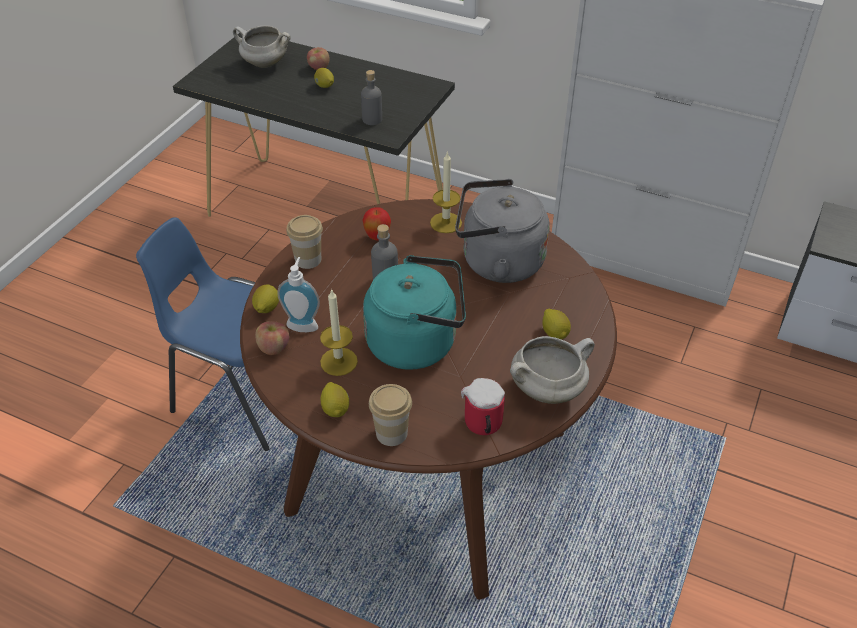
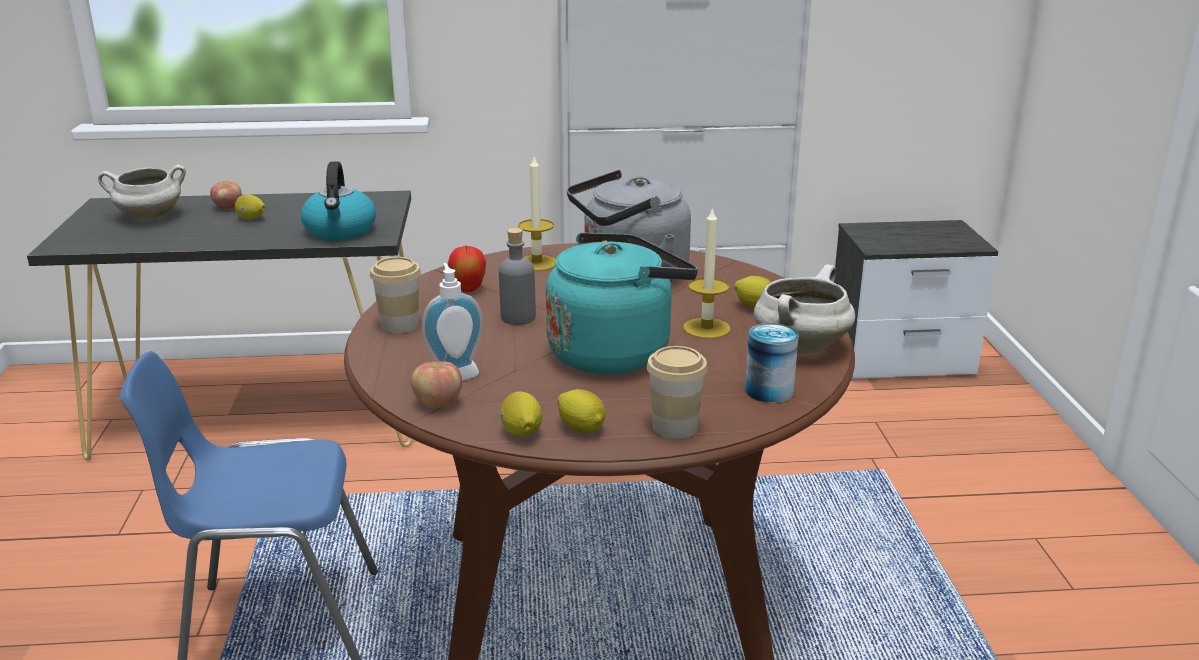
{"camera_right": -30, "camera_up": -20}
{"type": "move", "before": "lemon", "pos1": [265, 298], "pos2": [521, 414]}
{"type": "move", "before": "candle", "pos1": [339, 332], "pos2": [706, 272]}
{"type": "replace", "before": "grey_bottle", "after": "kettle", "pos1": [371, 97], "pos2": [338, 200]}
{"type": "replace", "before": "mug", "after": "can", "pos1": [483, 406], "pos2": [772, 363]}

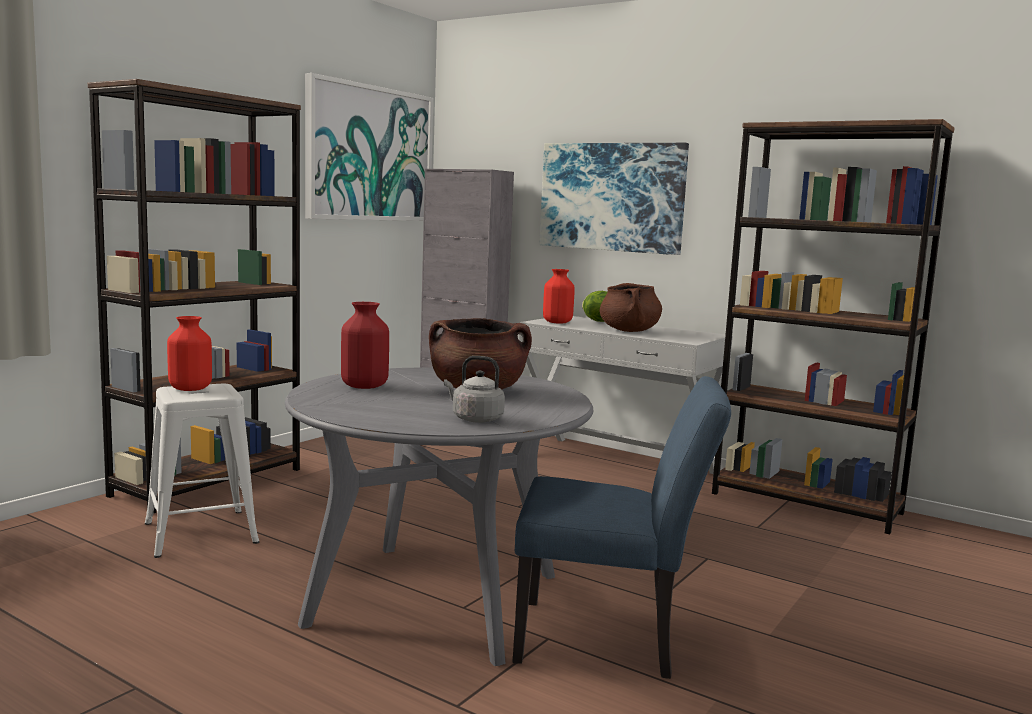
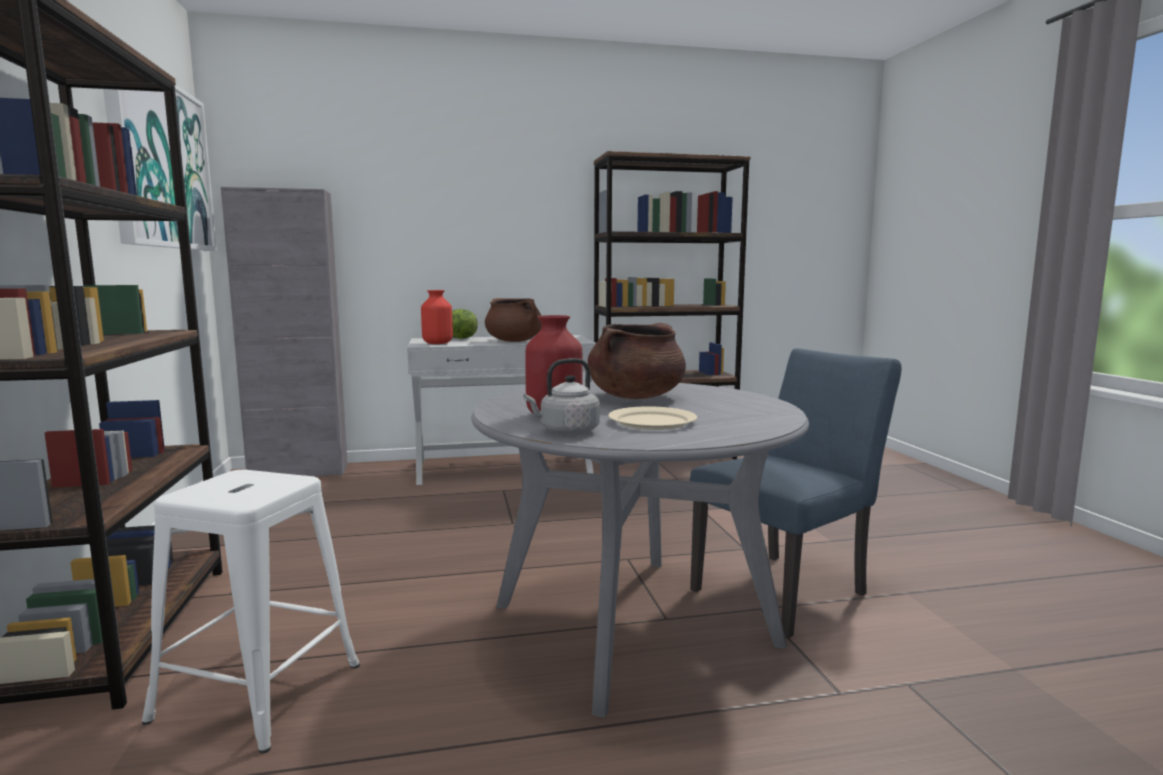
{"camera_right": -45, "camera_up": 0}
{"type": "delete", "before": "red_vase", "pos1": [189, 353]}
{"type": "delete", "before": "picture", "pos1": [614, 199]}
{"type": "insert", "after": "beige_plate", "pos2": [652, 418]}
{"type": "move", "before": "grey_kettle", "pos1": [474, 389], "pos2": [561, 396]}

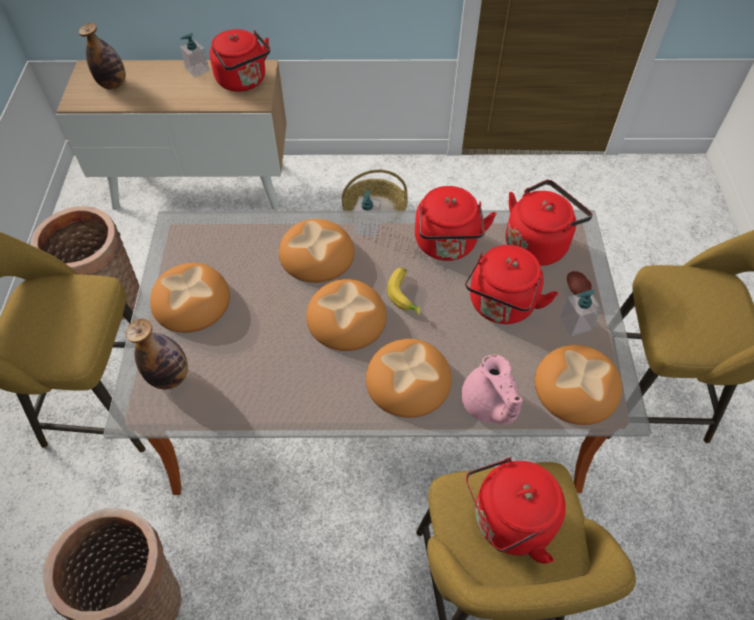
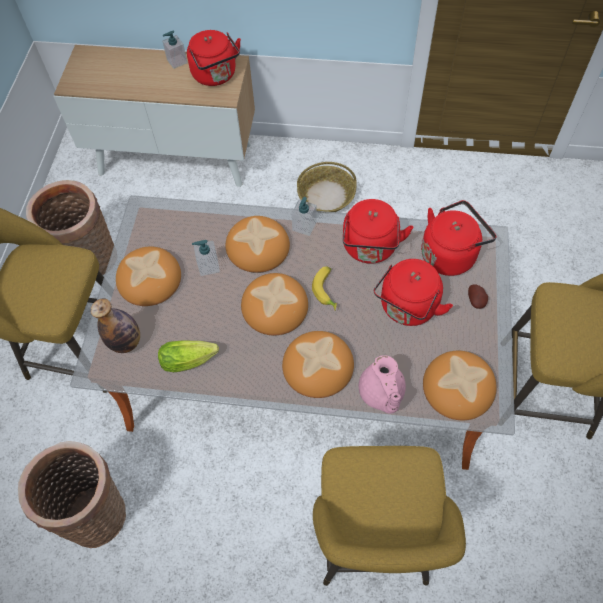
{"camera_right": 10, "camera_up": 5}
{"type": "delete", "before": "bottle", "pos1": [102, 56]}
{"type": "delete", "before": "red_kettle", "pos1": [516, 510]}
{"type": "insert", "after": "lettuce", "pos2": [188, 356]}
{"type": "move", "before": "soap_dispenser", "pos1": [581, 312], "pos2": [206, 258]}

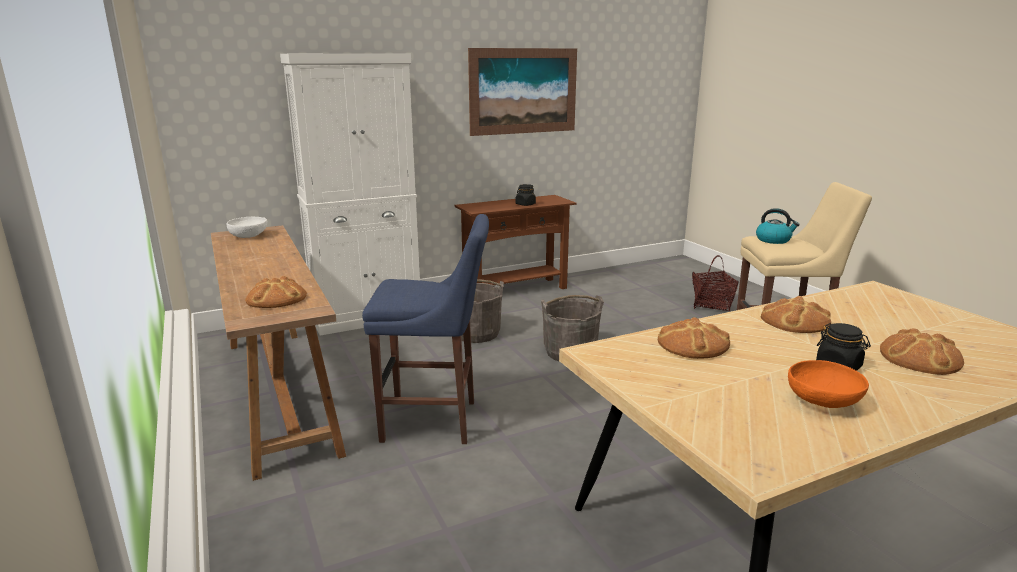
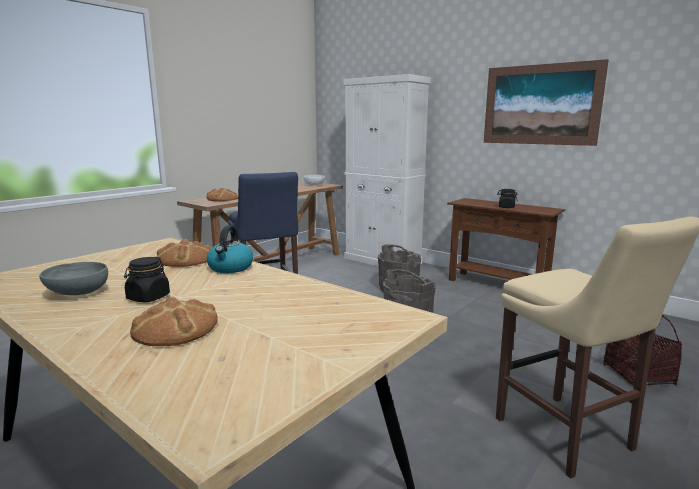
{"camera_right": 65, "camera_up": -5}
{"type": "delete", "before": "bread", "pos1": [796, 314]}
{"type": "move", "before": "kettle", "pos1": [778, 226], "pos2": [230, 249]}
{"type": "recolor", "before": "orange_bowl", "after": "grey_bowl", "pos1": [828, 384], "pos2": [74, 278]}

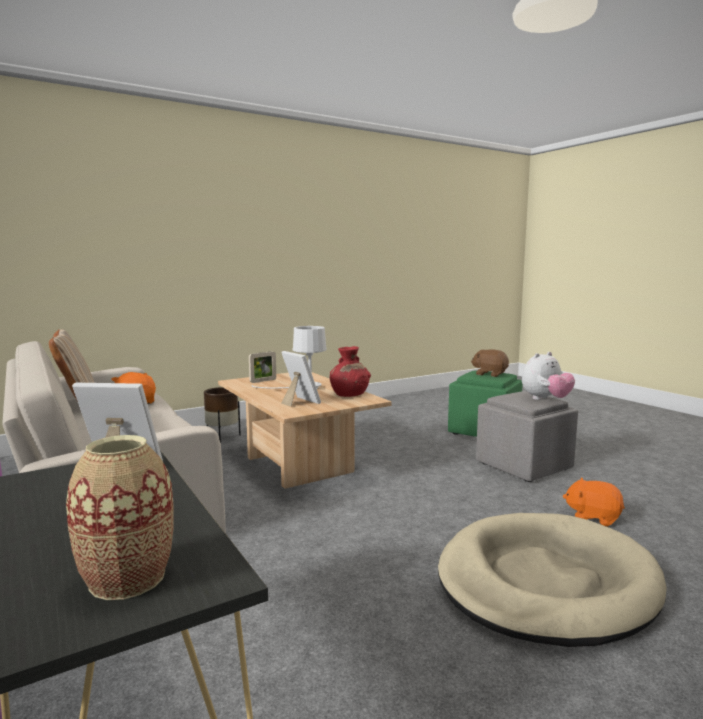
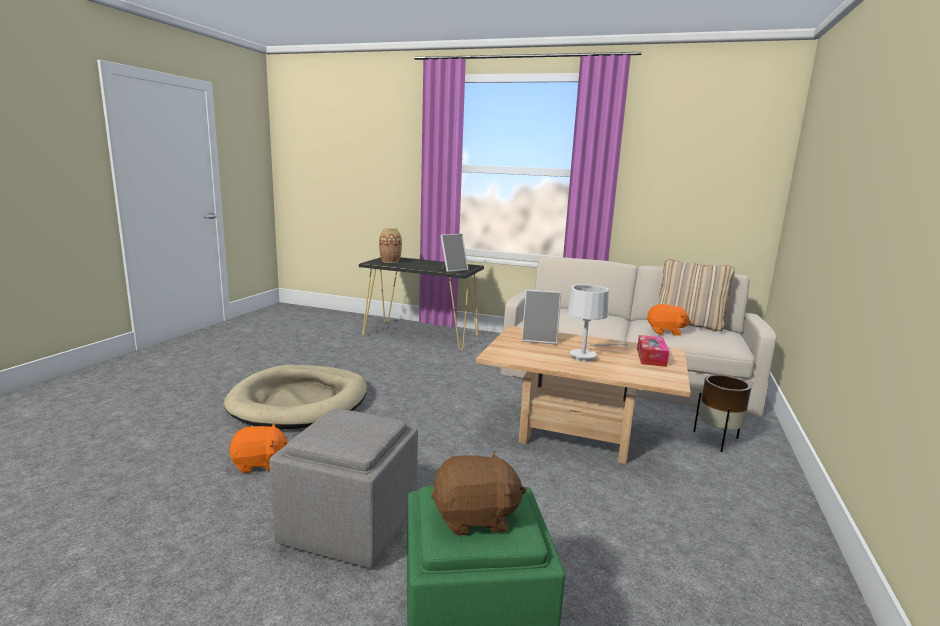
{"camera_right": 140, "camera_up": 5}
{"type": "delete", "before": "red_vase", "pos1": [350, 371]}
{"type": "delete", "before": "plush_toy", "pos1": [548, 376]}
{"type": "replace", "before": "picture_frame", "after": "tissue_box", "pos1": [262, 367], "pos2": [653, 351]}

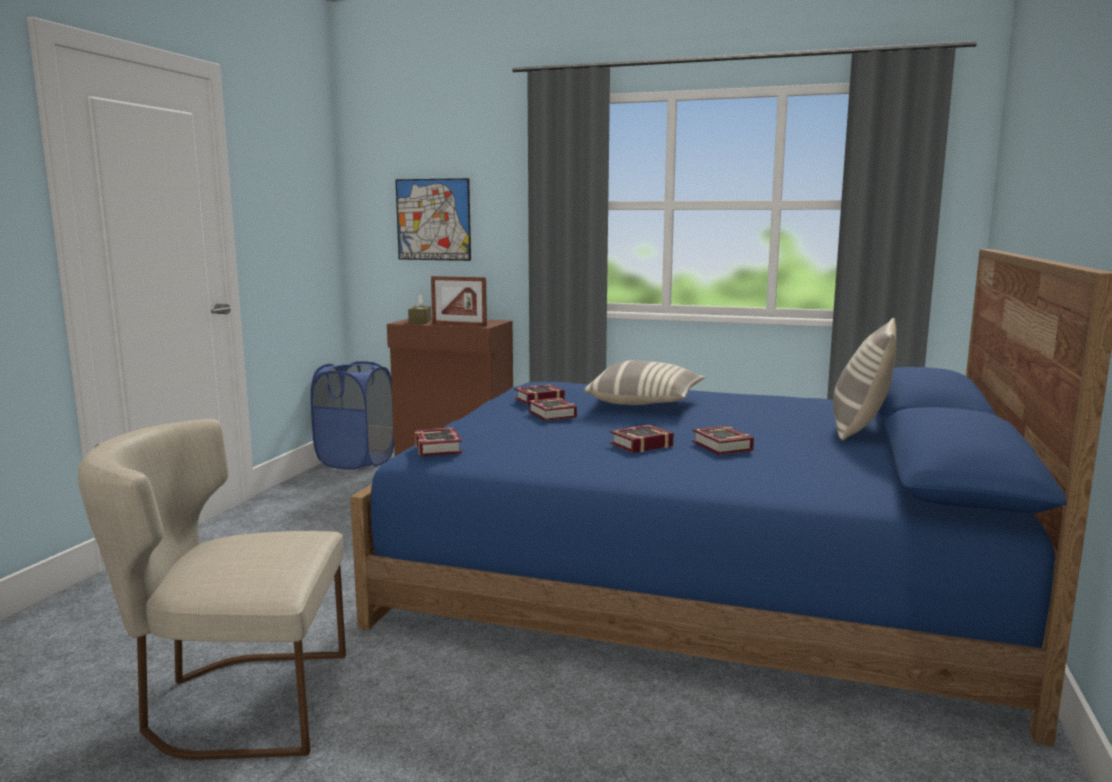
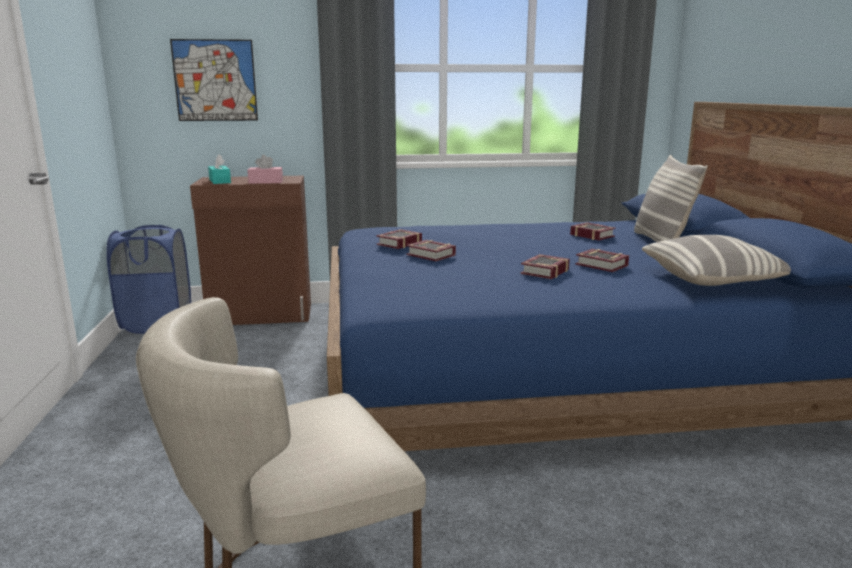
{"camera_right": -25, "camera_up": 5}
{"type": "move", "before": "book", "pos1": [438, 442], "pos2": [593, 231]}
{"type": "move", "before": "pillow", "pos1": [644, 382], "pos2": [716, 260]}
{"type": "replace", "before": "picture_frame", "after": "pink_tissue_box", "pos1": [459, 301], "pos2": [265, 169]}
{"type": "recolor", "before": "brown_tissue_box", "after": "turquoise_tissue_box", "pos1": [420, 309], "pos2": [219, 169]}

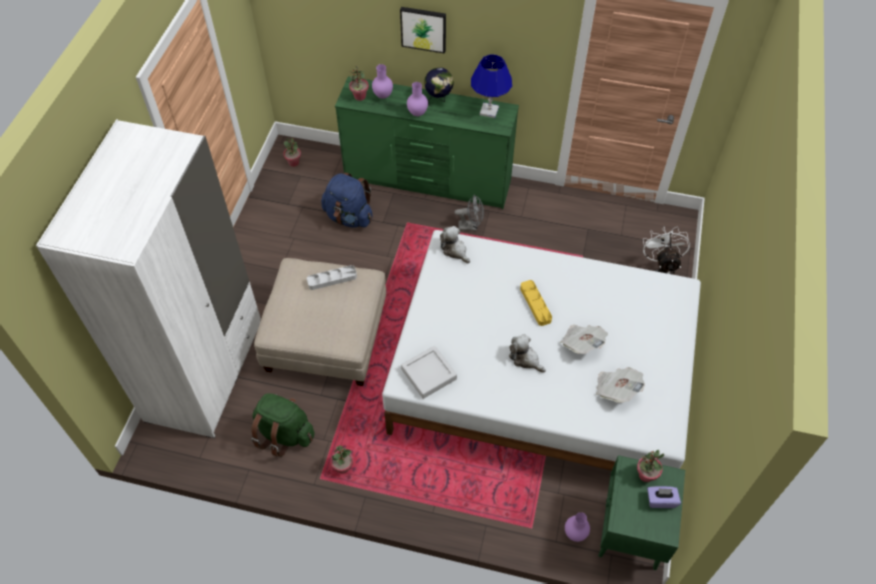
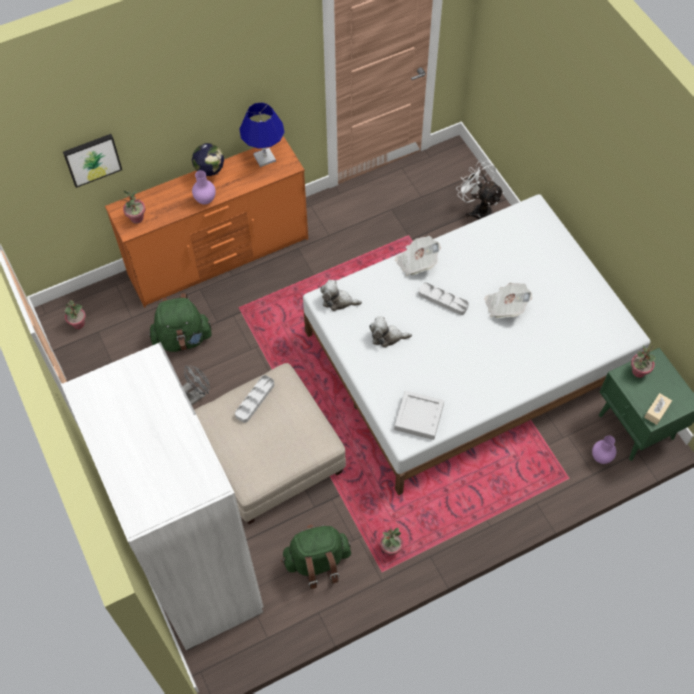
{"camera_right": -40, "camera_up": 5}
{"type": "delete", "before": "purple_vase", "pos1": [382, 81]}
{"type": "delete", "before": "purple_tissue_box", "pos1": [664, 497]}
{"type": "insert", "after": "beige_tissue_box", "pos2": [658, 409]}
{"type": "move", "before": "picture", "pos1": [423, 30], "pos2": [92, 161]}
{"type": "move", "before": "grey_fan", "pos1": [469, 212], "pos2": [196, 385]}
{"type": "move", "before": "plush_toy", "pos1": [527, 353], "pos2": [390, 332]}
{"type": "move", "before": "newspaper", "pos1": [620, 385], "pos2": [418, 256]}
{"type": "recolor", "before": "blue_backpack", "after": "green_backpack", "pos1": [347, 200], "pos2": [180, 322]}
{"type": "recolor", "before": "green_dresser", "after": "orange_dresser", "pos1": [427, 142], "pos2": [206, 222]}
{"type": "recolor", "before": "yellow_tray", "after": "grey_tray", "pos1": [536, 303], "pos2": [444, 298]}

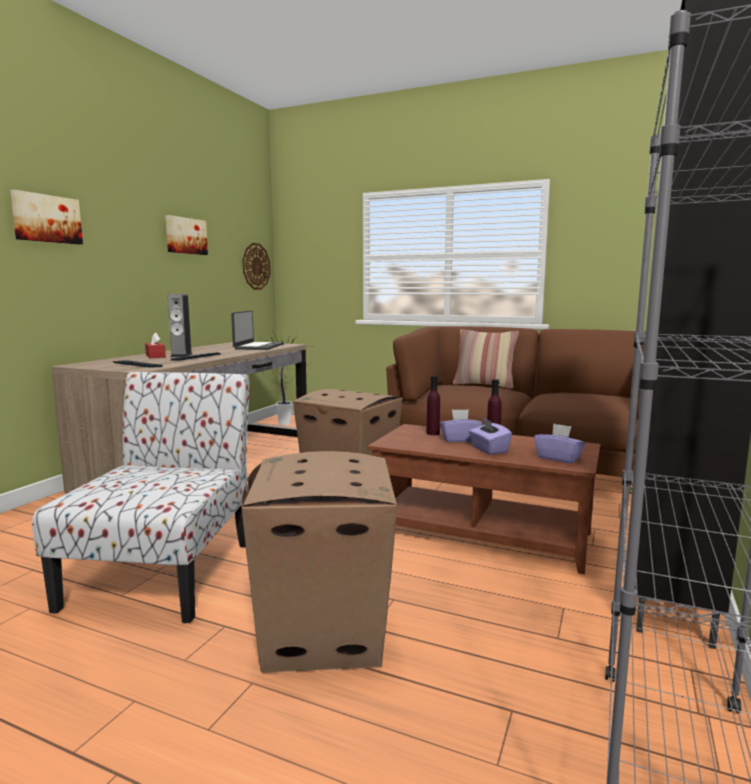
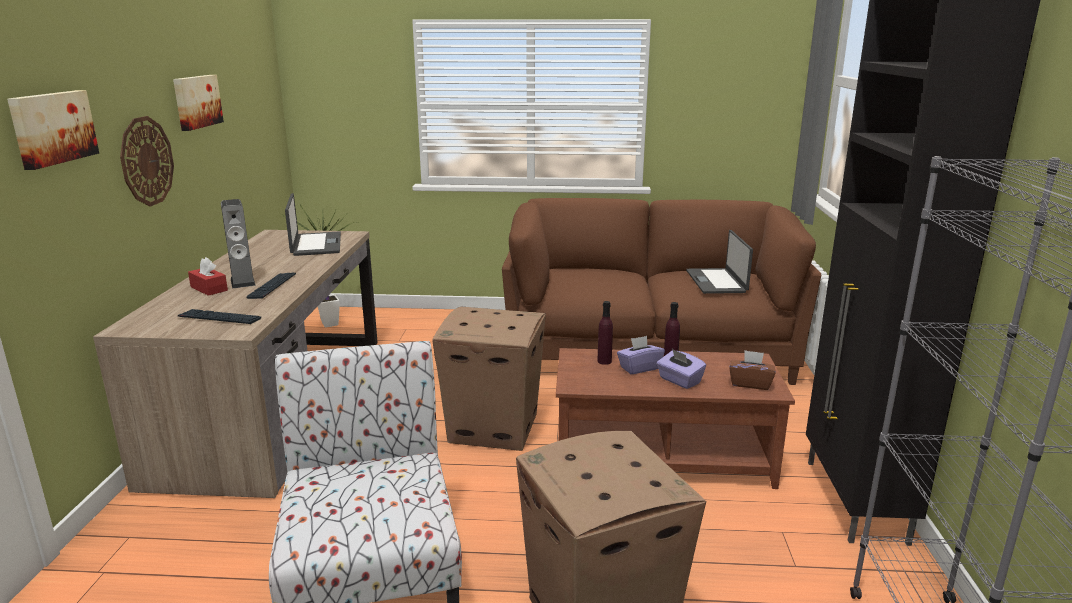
{"camera_right": -20, "camera_up": 10}
{"type": "delete", "before": "pillow", "pos1": [486, 359]}
{"type": "insert", "after": "laptop", "pos2": [719, 262]}
{"type": "move", "before": "wall_clock", "pos1": [256, 266], "pos2": [147, 161]}
{"type": "recolor", "before": "purple_tissue_box", "after": "brown_tissue_box", "pos1": [559, 443], "pos2": [752, 370]}

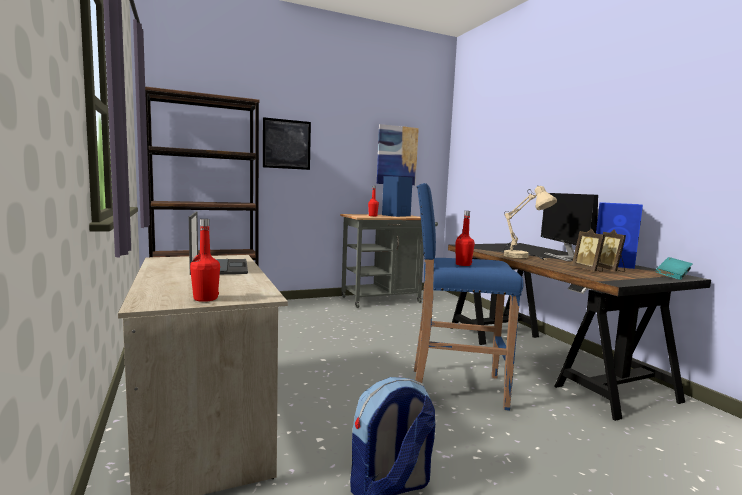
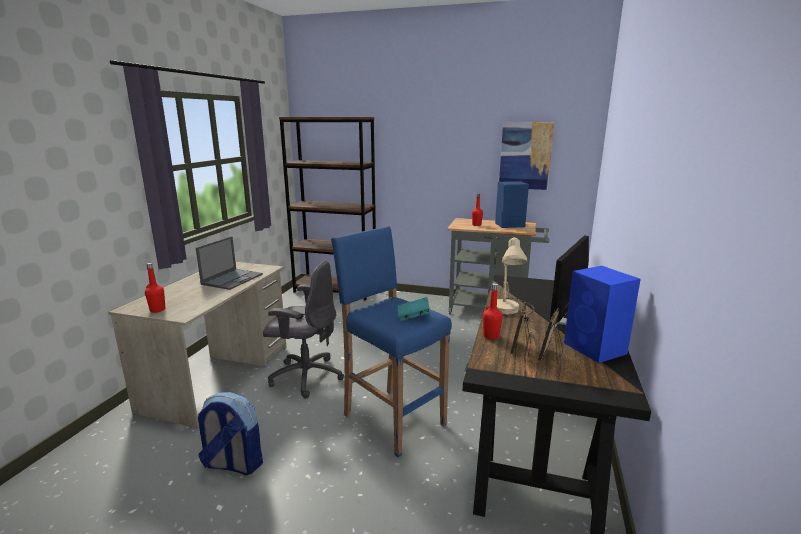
{"camera_right": 40, "camera_up": 10}
{"type": "delete", "before": "picture", "pos1": [287, 143]}
{"type": "insert", "after": "grey_office_chair", "pos2": [303, 330]}
{"type": "move", "before": "red_bottle", "pos1": [465, 238], "pos2": [493, 311]}
{"type": "move", "before": "turquoise_book", "pos1": [674, 268], "pos2": [414, 309]}

